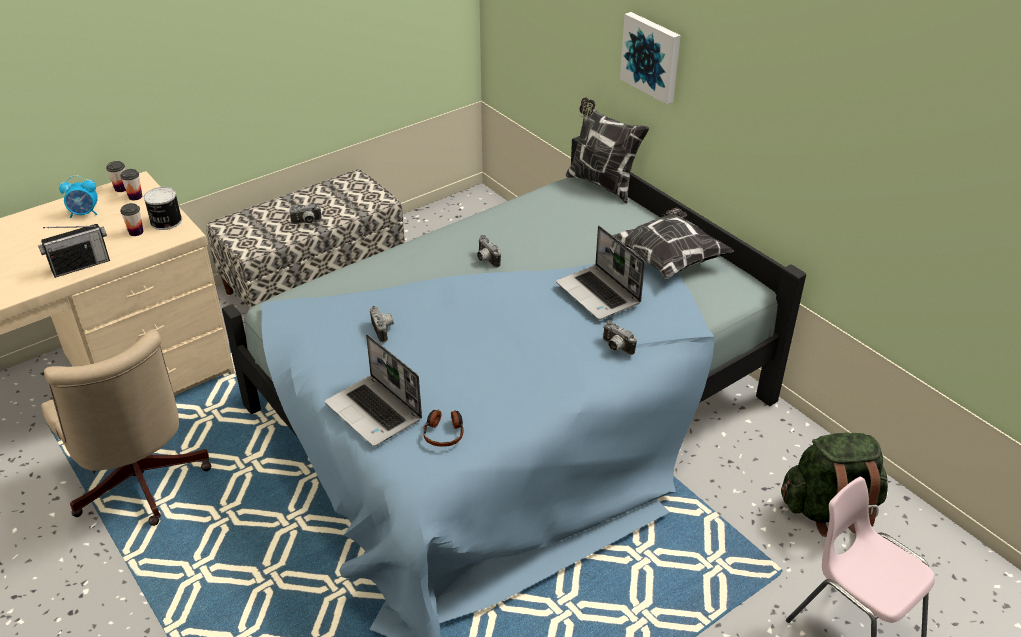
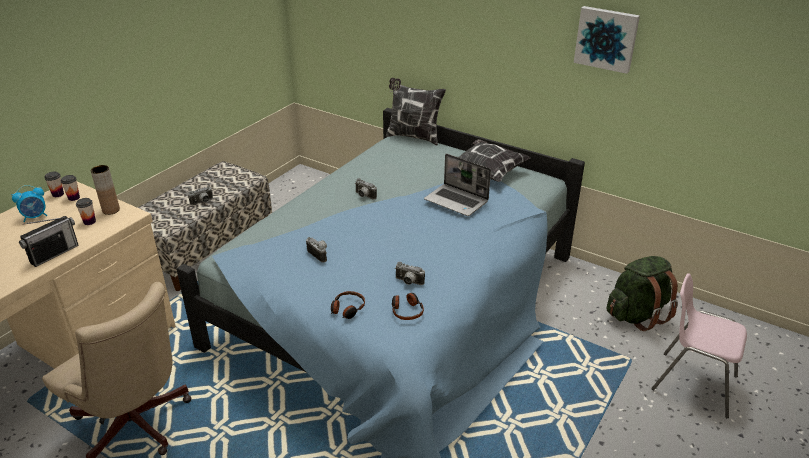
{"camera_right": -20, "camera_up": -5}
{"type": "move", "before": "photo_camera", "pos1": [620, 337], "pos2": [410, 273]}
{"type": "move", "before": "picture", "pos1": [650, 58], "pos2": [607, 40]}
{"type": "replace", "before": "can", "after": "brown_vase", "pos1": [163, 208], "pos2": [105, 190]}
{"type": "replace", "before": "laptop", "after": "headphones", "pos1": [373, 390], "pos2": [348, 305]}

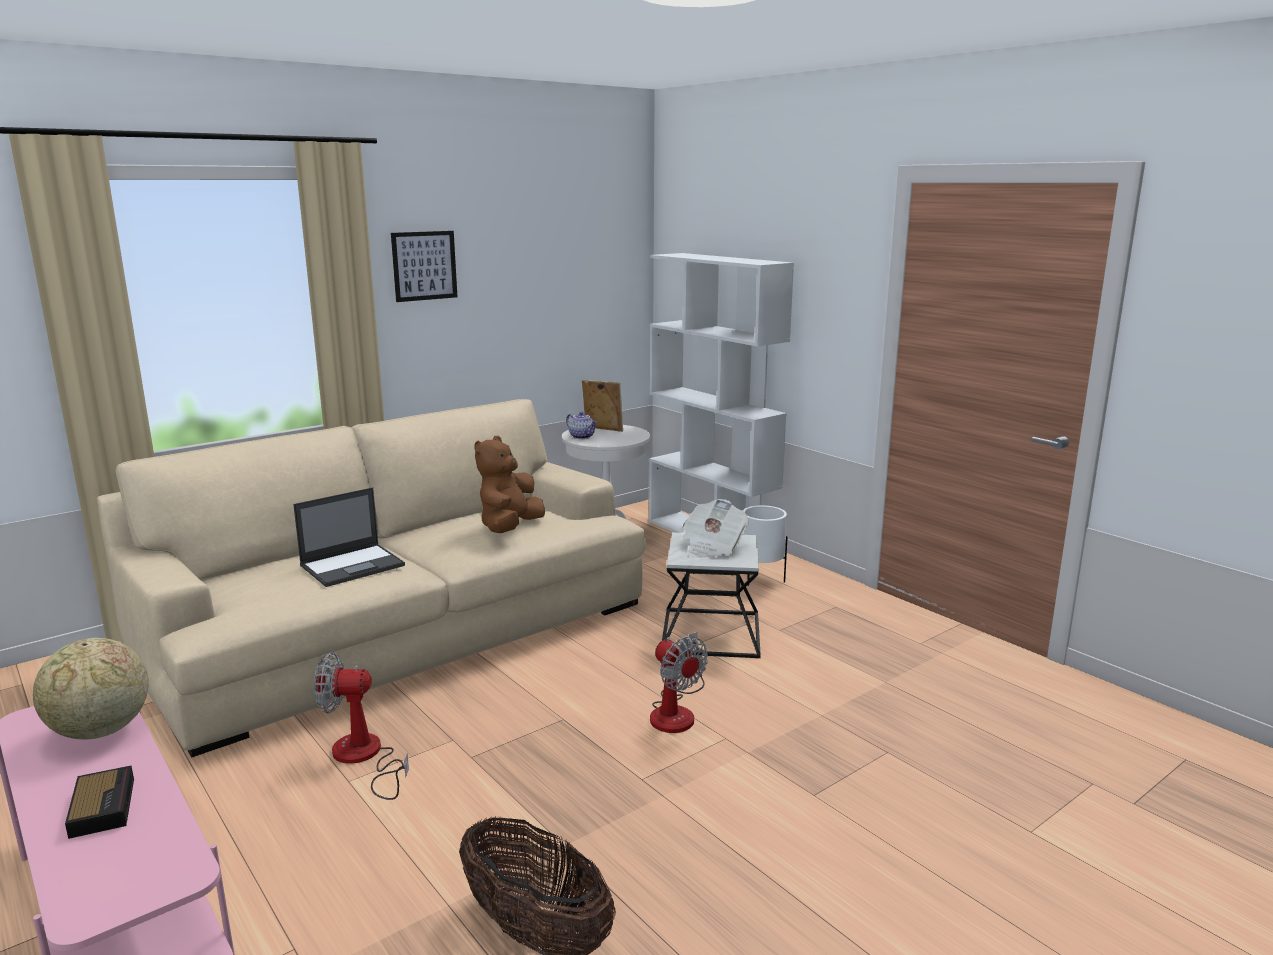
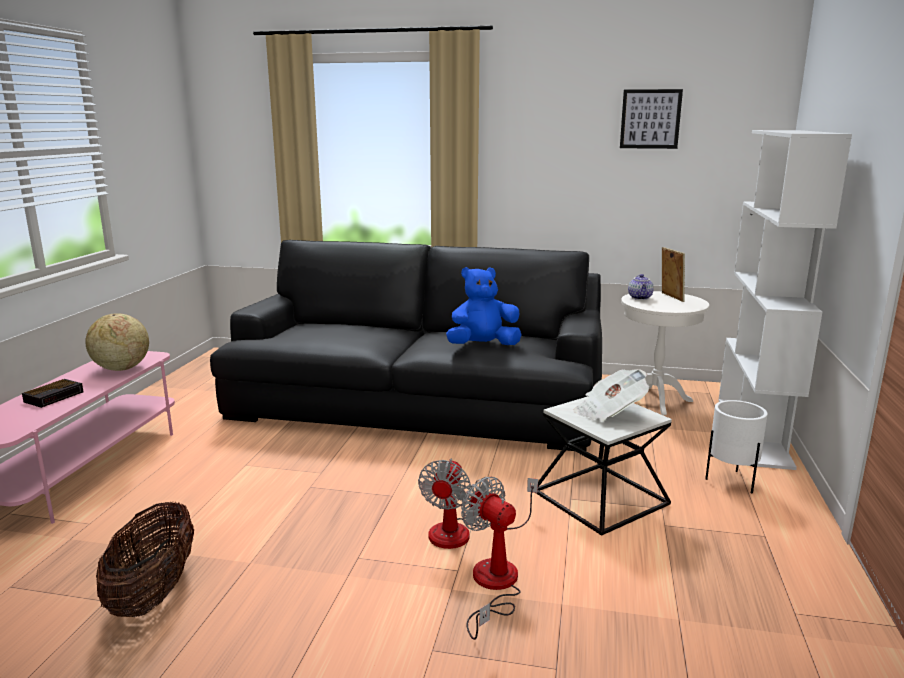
{"camera_right": 50, "camera_up": 0}
{"type": "delete", "before": "laptop", "pos1": [349, 537]}
{"type": "move", "before": "fan", "pos1": [361, 726], "pos2": [490, 558]}
{"type": "move", "before": "picture", "pos1": [424, 266], "pos2": [651, 119]}
{"type": "recolor", "before": "beige_sofa", "after": "black_sofa", "pos1": [371, 578], "pos2": [406, 345]}
{"type": "recolor", "before": "brown_plush_toy", "after": "blue_plush_toy", "pos1": [509, 484], "pos2": [484, 306]}

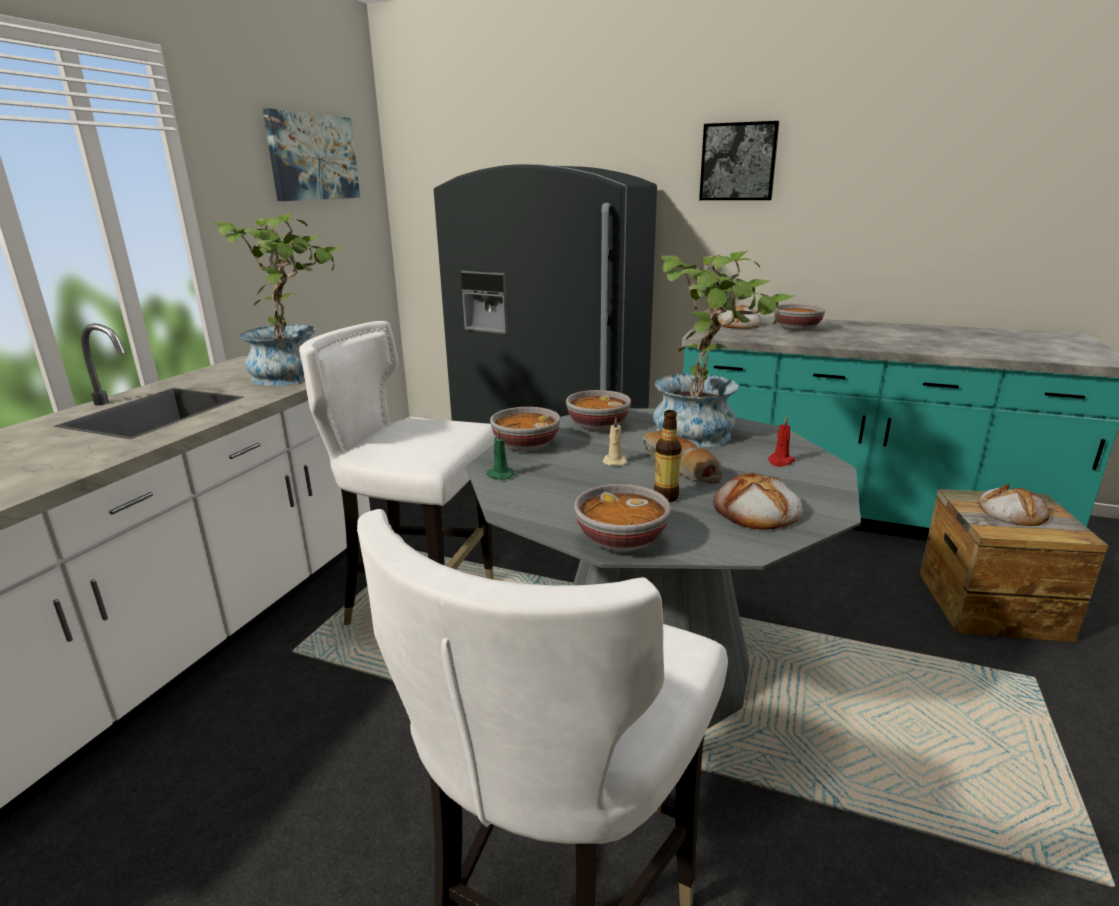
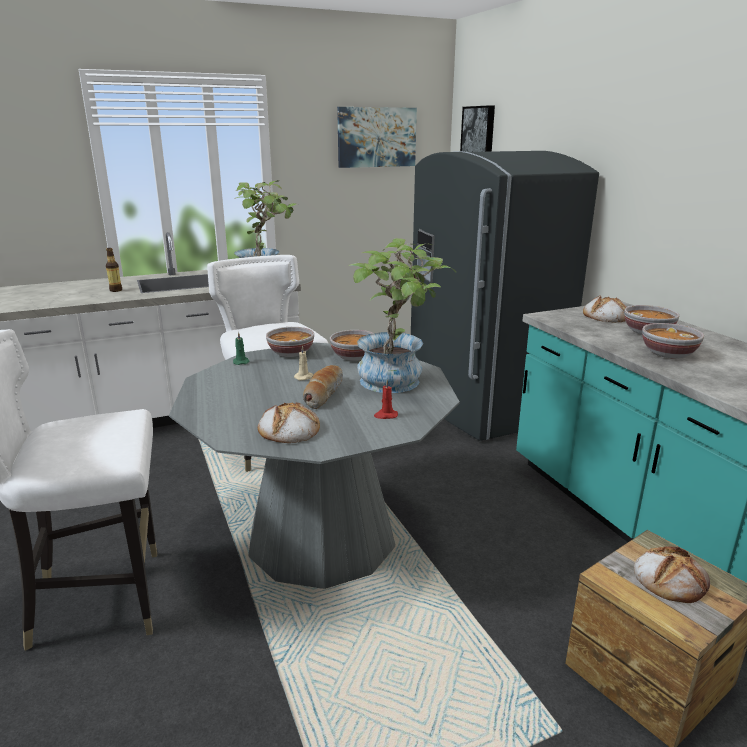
{"camera_right": 45, "camera_up": 0}
{"type": "move", "before": "bowl", "pos1": [622, 518], "pos2": [673, 341]}
{"type": "move", "before": "bottle", "pos1": [668, 456], "pos2": [114, 270]}
{"type": "move", "before": "picture", "pos1": [739, 160], "pos2": [477, 128]}

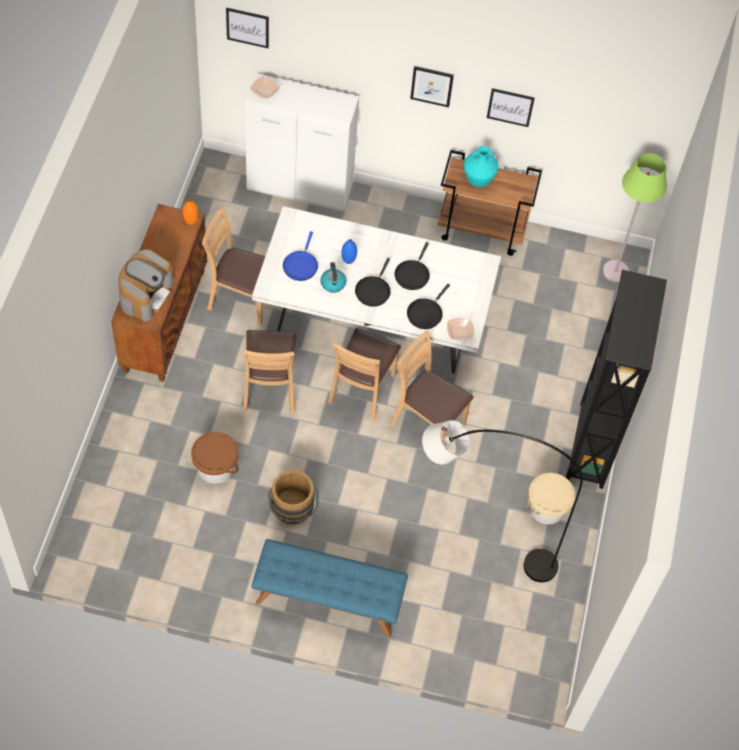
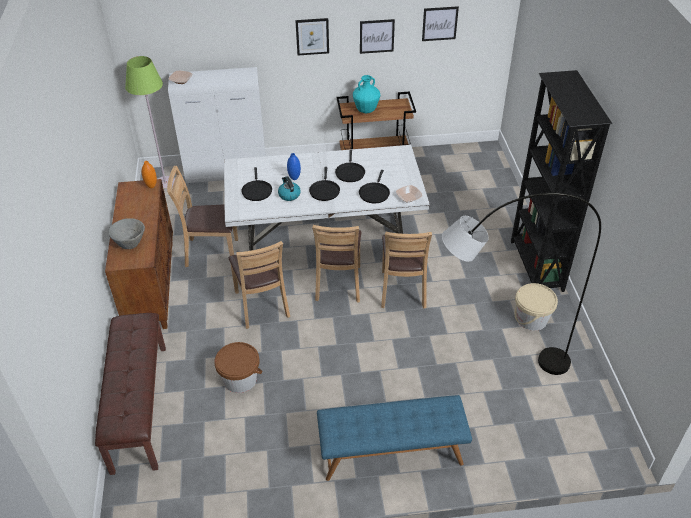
{"camera_right": -15, "camera_up": -15}
{"type": "delete", "before": "brown_bucket", "pos1": [293, 497]}
{"type": "insert", "after": "brown_bench", "pos2": [130, 394]}
{"type": "move", "before": "picture", "pos1": [247, 28], "pos2": [440, 23]}
{"type": "move", "before": "green_floor_lamp", "pos1": [635, 217], "pos2": [150, 123]}
{"type": "replace", "before": "coffee_machine", "after": "grey_bowl", "pos1": [145, 285], "pos2": [126, 233]}
{"type": "recolor", "before": "blue_frying_pan", "after": "black_frying_pan", "pos1": [300, 256], "pos2": [256, 184]}
{"type": "rotate", "before": "brown_chair", "pos1": [431, 387], "pos2": [406, 270], "turn": -105}

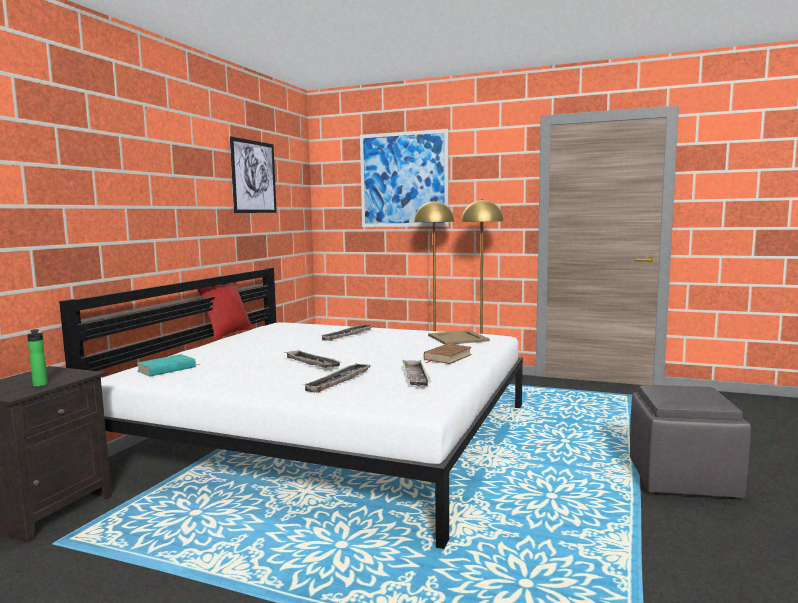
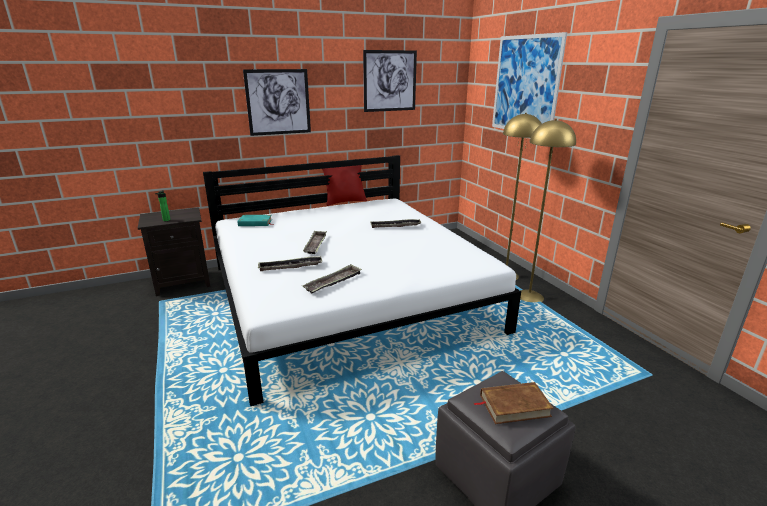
{"camera_right": 45, "camera_up": 15}
{"type": "delete", "before": "beige_tray", "pos1": [459, 337]}
{"type": "insert", "after": "picture", "pos2": [277, 102]}
{"type": "move", "before": "brown_book", "pos1": [448, 354], "pos2": [514, 403]}

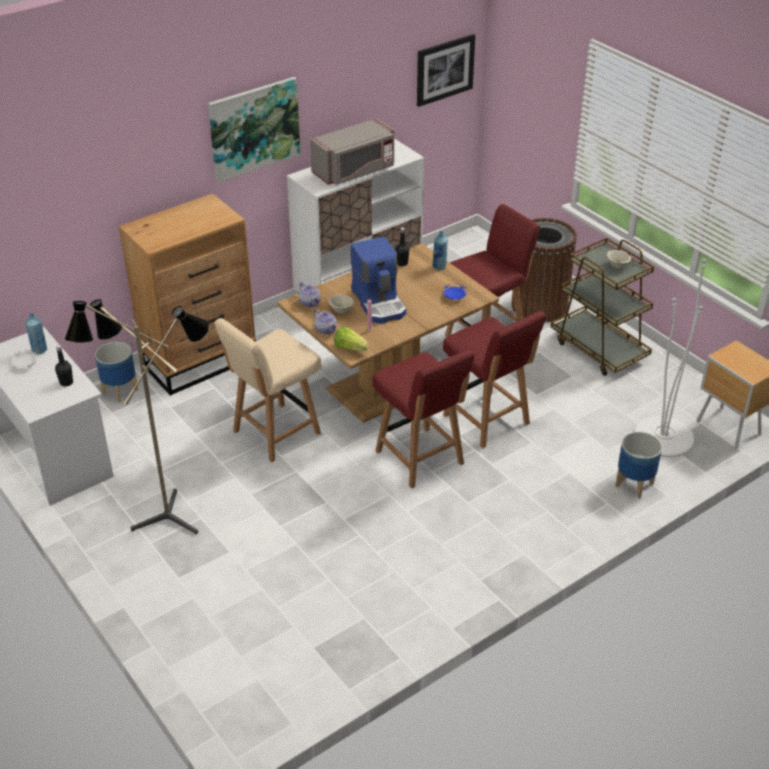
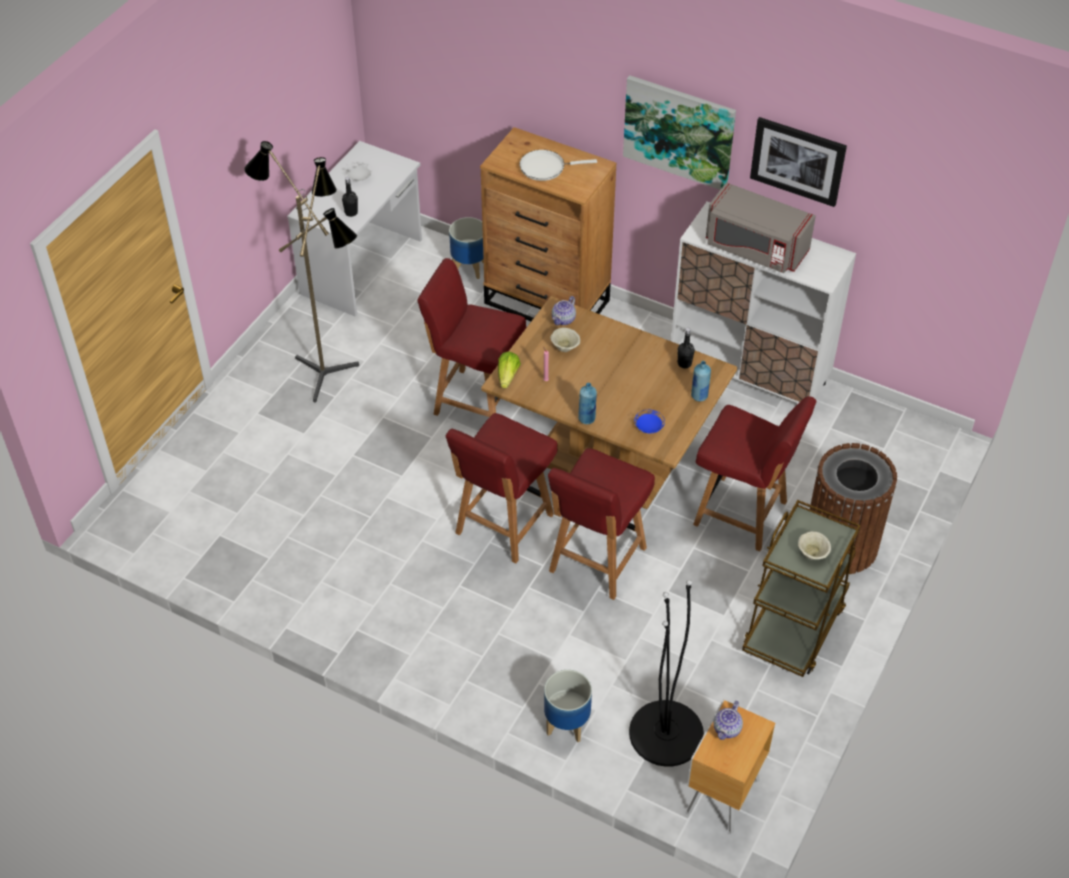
{"camera_right": 65, "camera_up": 10}
{"type": "delete", "before": "coffee_machine", "pos1": [378, 280]}
{"type": "insert", "after": "white_frying_pan", "pos2": [558, 165]}
{"type": "move", "before": "blue_bottle", "pos1": [36, 333], "pos2": [587, 403]}
{"type": "move", "before": "teapot", "pos1": [325, 321], "pos2": [728, 720]}
{"type": "move", "before": "picture", "pos1": [446, 70], "pos2": [798, 162]}
{"type": "recolor", "before": "beige_chair", "after": "red_chair", "pos1": [268, 390], "pos2": [471, 337]}
{"type": "recolor", "before": "white_floor_lamp", "after": "black_floor_lamp", "pos1": [670, 358], "pos2": [666, 673]}

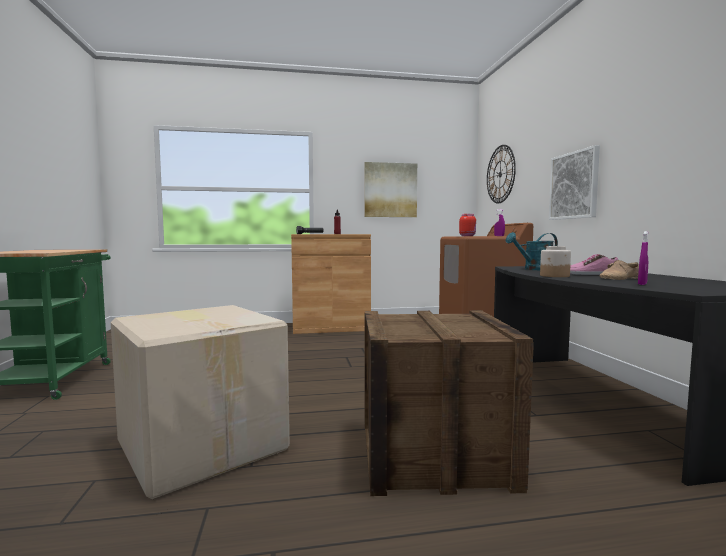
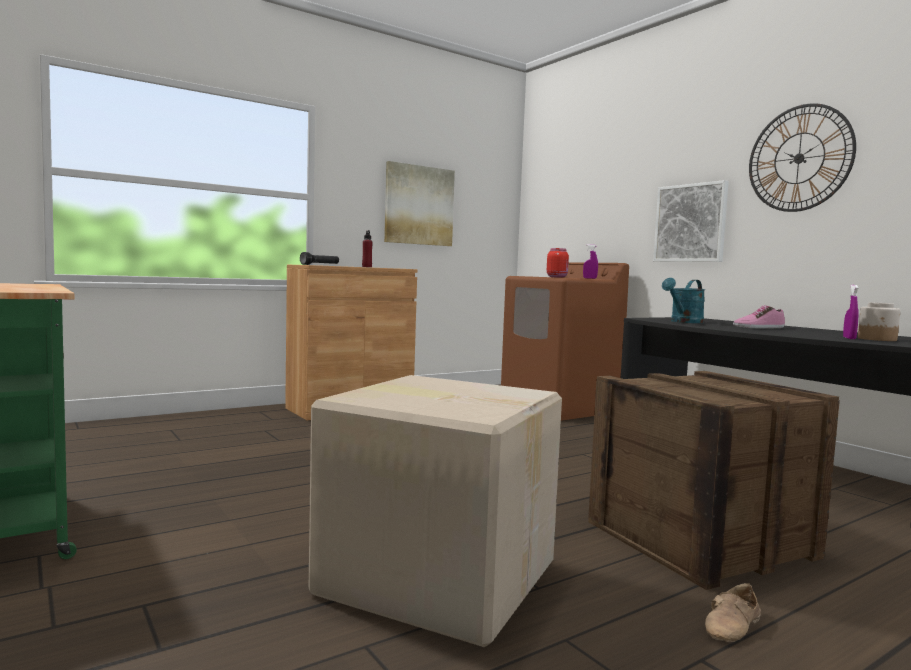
{"camera_right": -25, "camera_up": 0}
{"type": "move", "before": "wall_clock", "pos1": [501, 174], "pos2": [802, 157]}
{"type": "move", "before": "jar", "pos1": [555, 261], "pos2": [879, 321]}
{"type": "move", "before": "beige_shoe", "pos1": [619, 270], "pos2": [733, 612]}

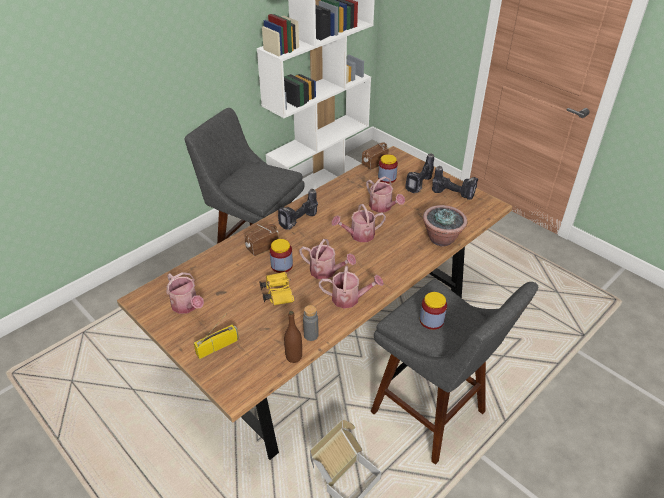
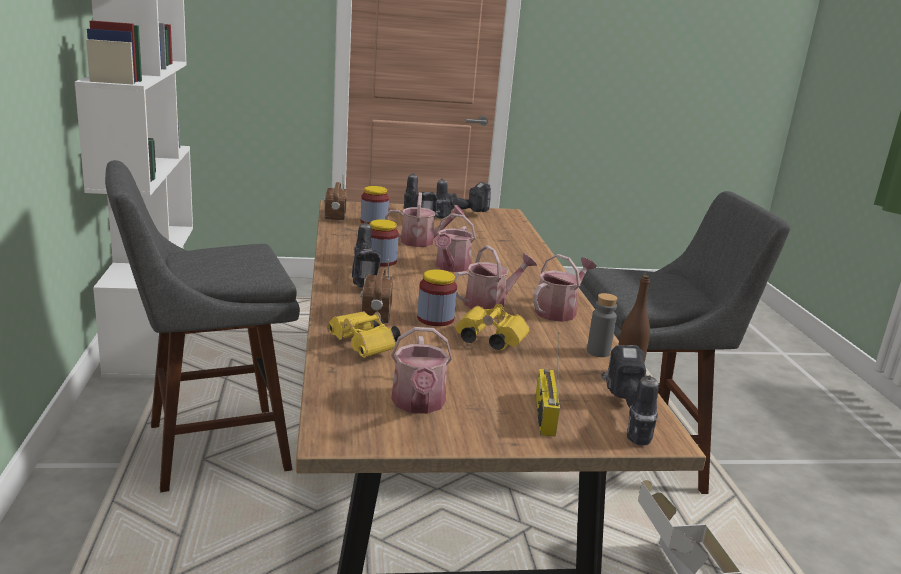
{"camera_right": -55, "camera_up": -20}
{"type": "delete", "before": "potted_plant", "pos1": [445, 225]}
{"type": "insert", "after": "yellow_binoculars", "pos2": [364, 334]}
{"type": "insert", "after": "power_drill", "pos2": [630, 395]}
{"type": "move", "before": "jar", "pos1": [433, 311], "pos2": [384, 243]}
{"type": "rotate", "before": "watering_can", "pos1": [185, 293], "pos2": [421, 370], "turn": 90}

